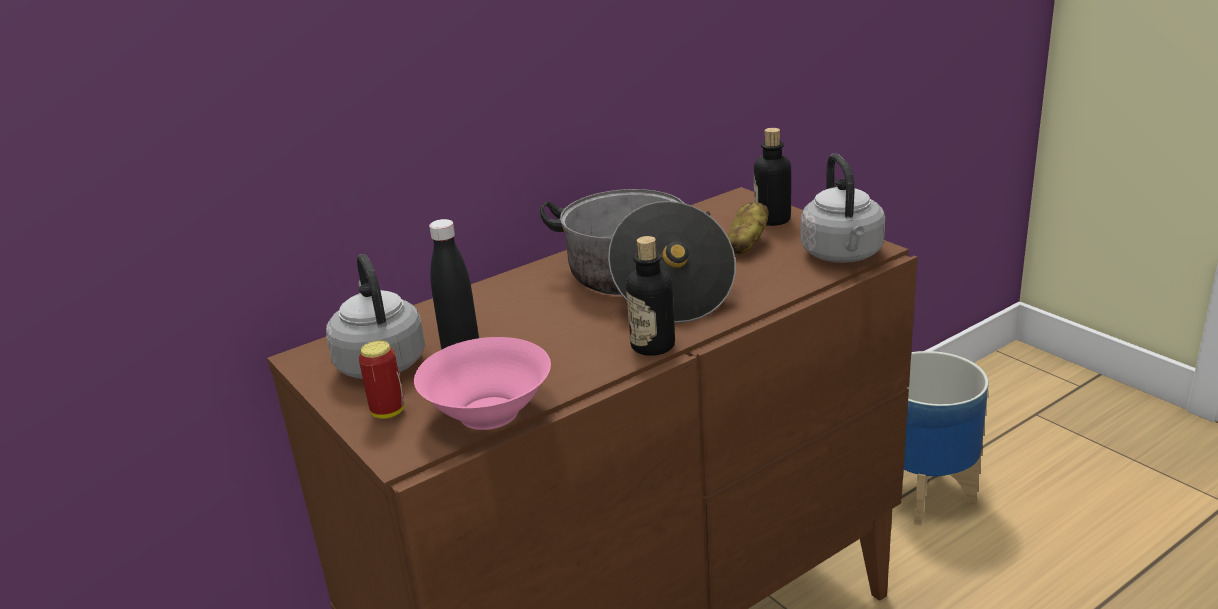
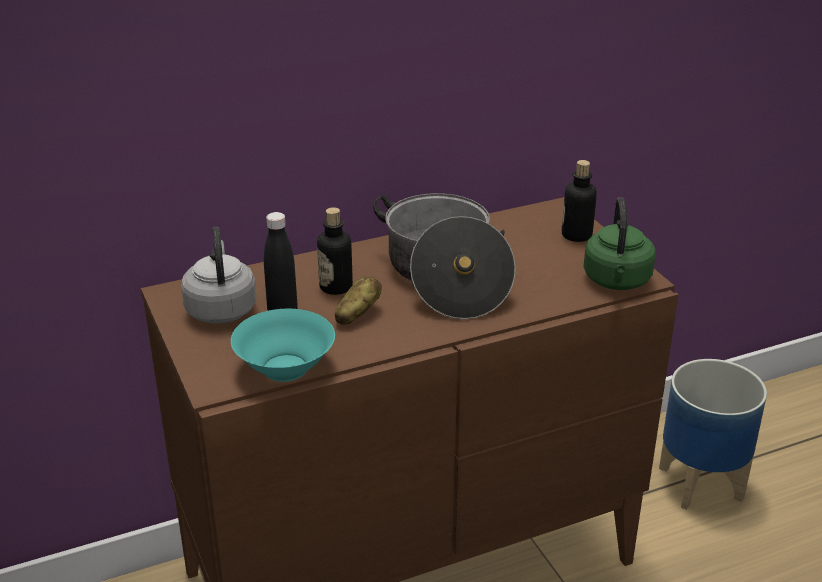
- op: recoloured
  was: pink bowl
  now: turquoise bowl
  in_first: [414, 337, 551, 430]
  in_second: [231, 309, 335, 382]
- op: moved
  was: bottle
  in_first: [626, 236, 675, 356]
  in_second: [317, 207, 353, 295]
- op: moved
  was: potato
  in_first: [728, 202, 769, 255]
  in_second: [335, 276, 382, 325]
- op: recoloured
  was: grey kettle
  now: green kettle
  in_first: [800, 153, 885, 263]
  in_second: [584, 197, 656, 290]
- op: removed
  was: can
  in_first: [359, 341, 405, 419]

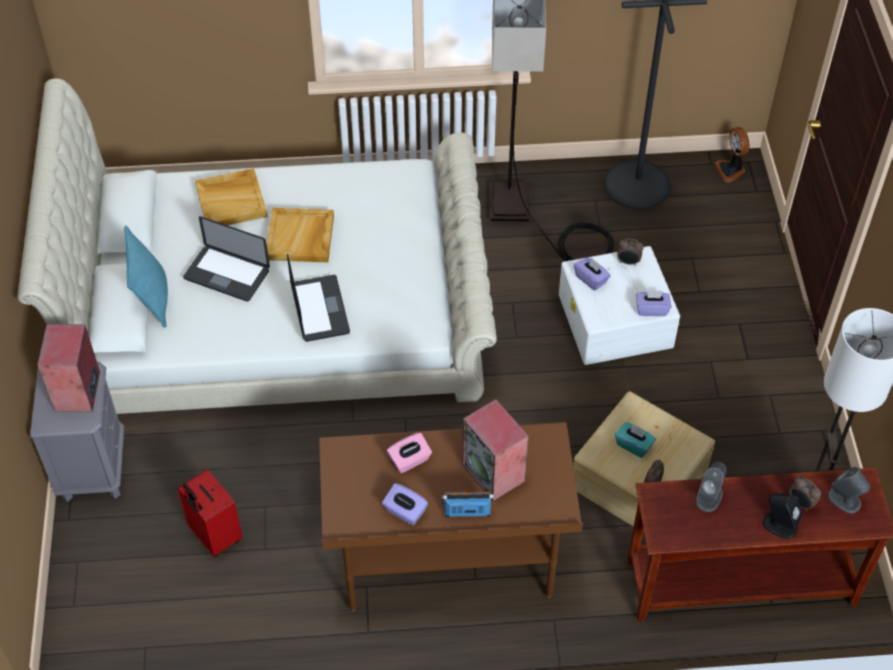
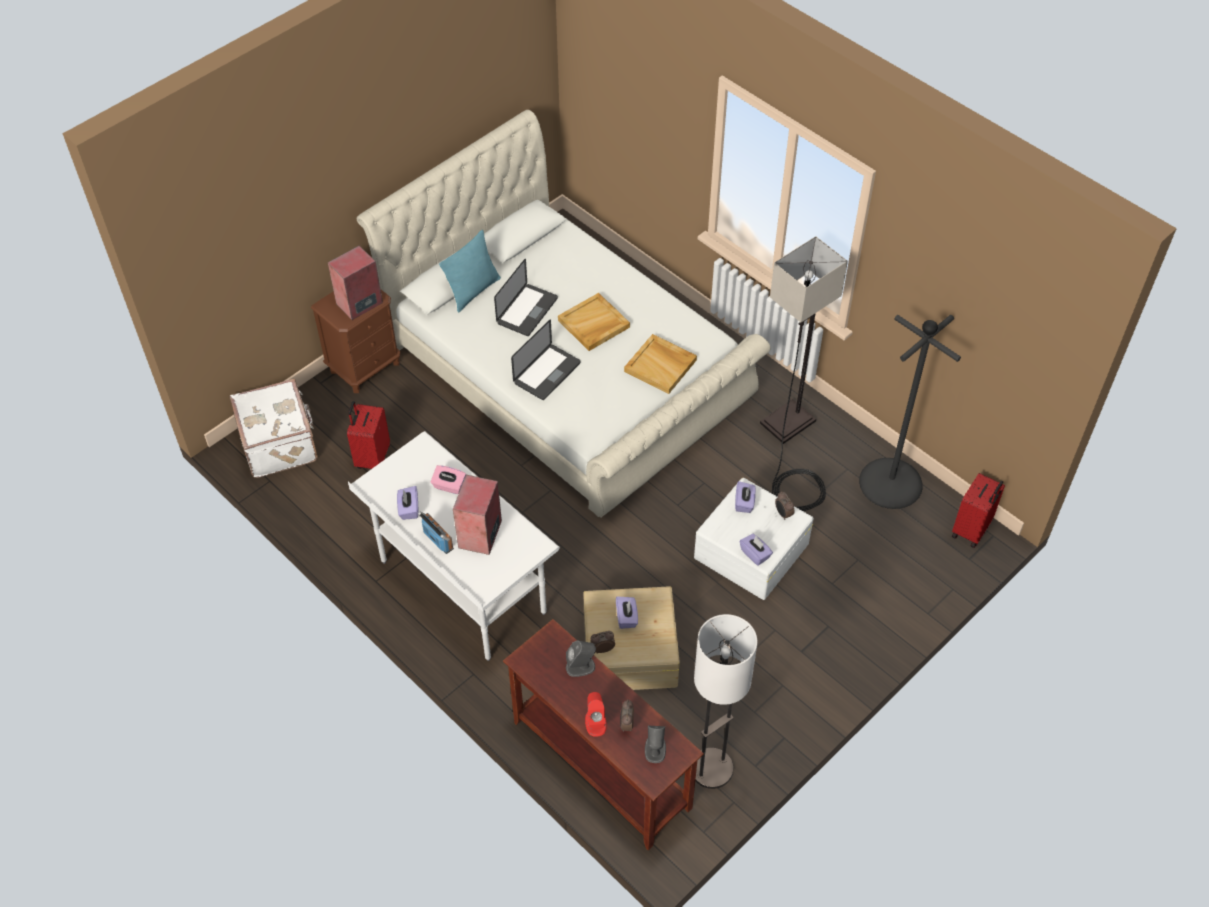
- op: added
  now: white suitcase
  in_second: [230, 379, 318, 478]
- op: recoloured
  was: grey nightstand
  now: brown nightstand
  in_first: [30, 361, 124, 502]
  in_second: [311, 290, 401, 393]
- op: recoloured
  was: brown desk
  now: white desk
  in_first: [319, 422, 583, 612]
  in_second: [348, 431, 560, 661]
- op: turned
  was: laptop
  in_first: [183, 216, 270, 302]
  in_second: [494, 259, 558, 336]
  clockwise: -135
- op: recoloured
  was: black speaker
  now: red speaker
  in_first: [763, 493, 803, 539]
  in_second: [585, 692, 607, 737]
- op: recoloured
  was: turquoise tissue box
  now: purple tissue box
  in_first: [615, 422, 656, 458]
  in_second: [616, 597, 638, 629]
- op: moved
  was: beige tray
  in_first: [195, 168, 268, 225]
  in_second: [624, 334, 697, 394]
- op: replaced
  was: fan
  now: red suitcase
  in_first: [714, 127, 749, 182]
  in_second: [952, 473, 1005, 548]

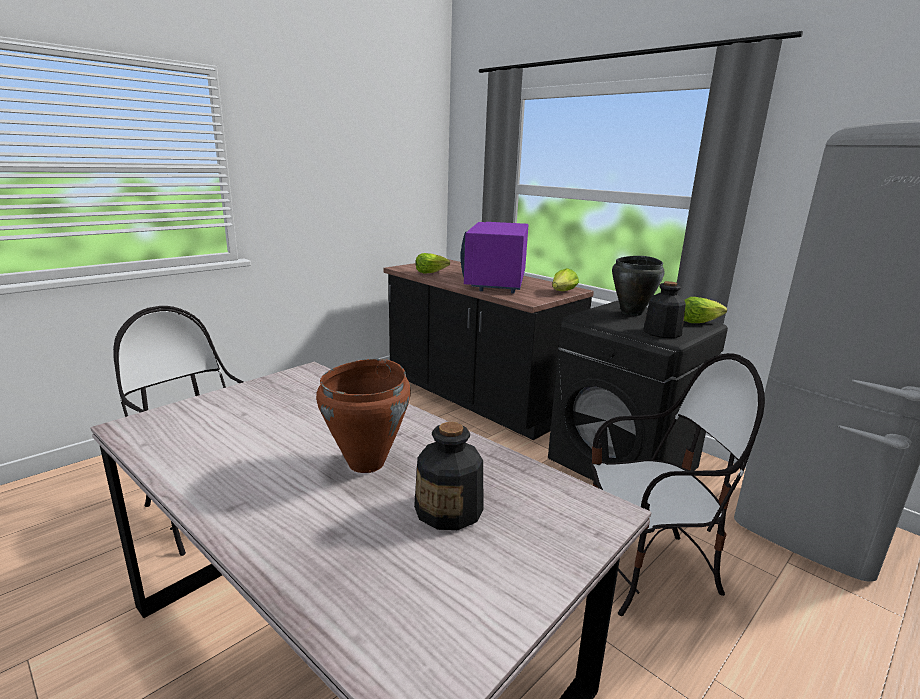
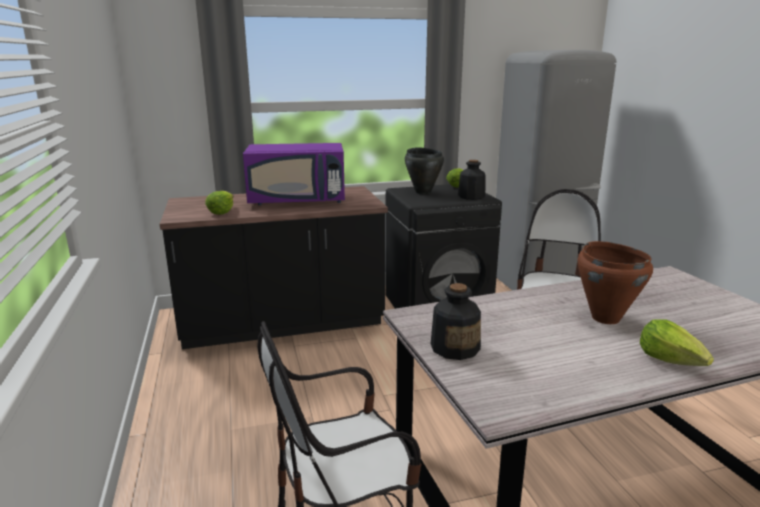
- op: turned
  was: purple microwave
  in_first: [460, 222, 528, 293]
  in_second: [243, 143, 345, 205]
  clockwise: -45
- op: moved
  was: bottle
  in_first: [414, 422, 484, 530]
  in_second: [430, 283, 481, 360]
- op: moved
  was: lettuce
  in_first: [552, 268, 579, 291]
  in_second: [640, 319, 714, 366]

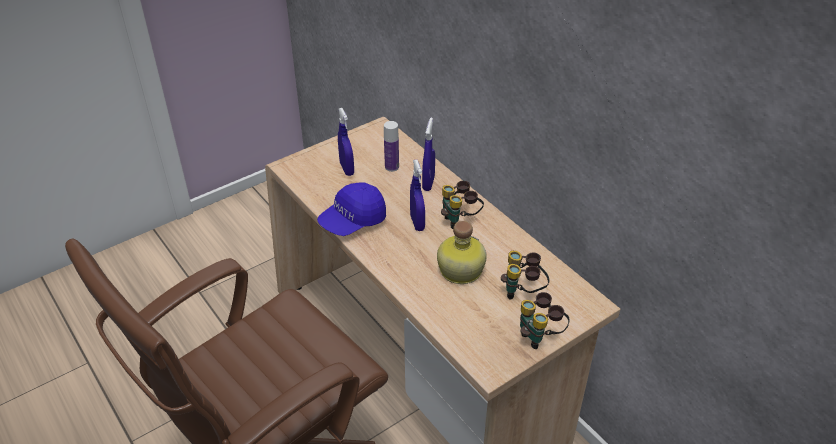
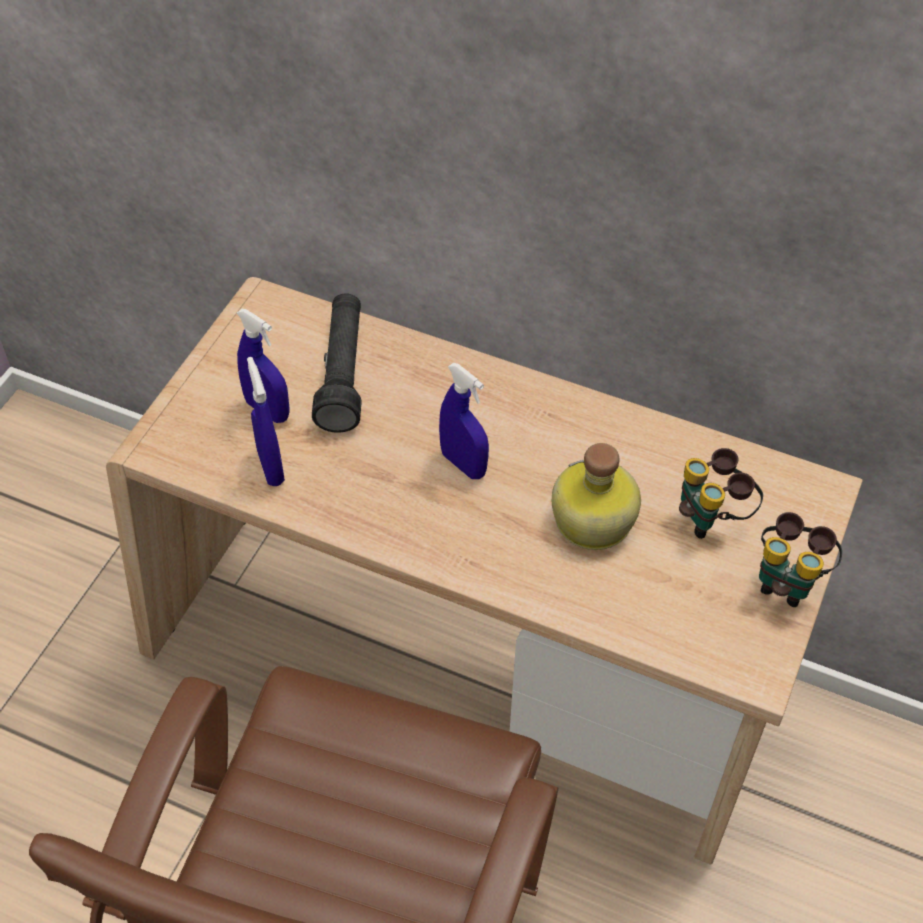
- op: moved
  was: blue spray bottle
  in_first: [422, 118, 435, 191]
  in_second: [247, 357, 285, 486]
- op: replaced
  was: bottle
  now: black flashlight
  in_first: [384, 121, 399, 172]
  in_second: [312, 293, 362, 433]
- op: removed
  was: blue cap
  in_first: [317, 183, 386, 236]
- op: removed
  was: binoculars
  in_first: [441, 181, 484, 229]

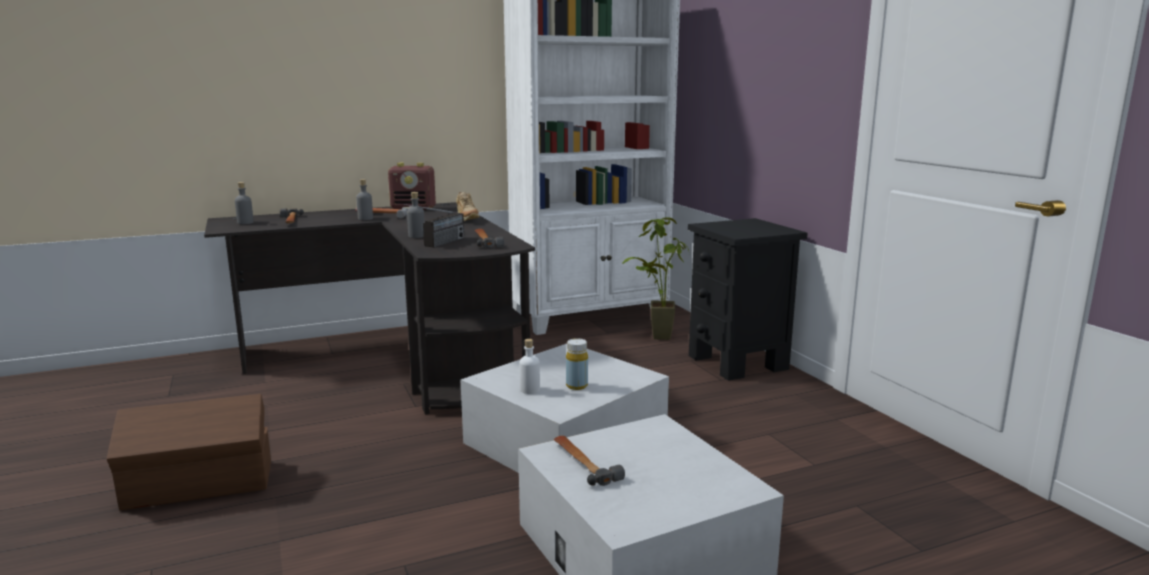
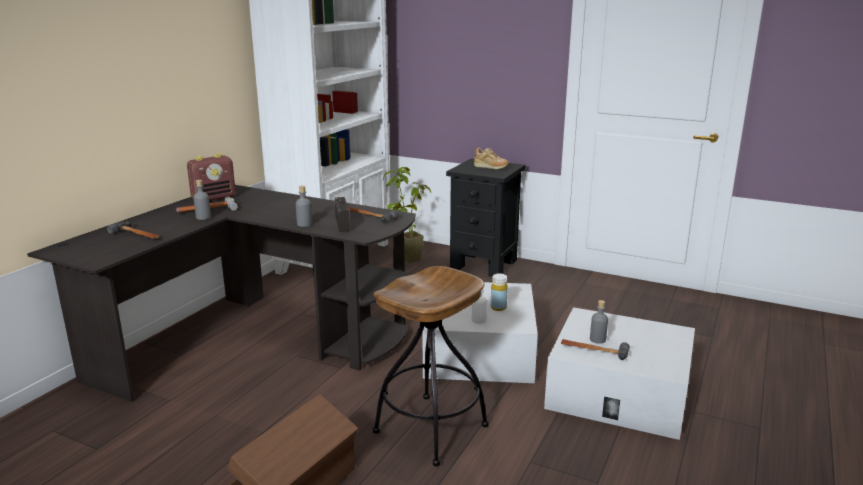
- op: added
  now: brown stool
  in_second: [373, 266, 489, 467]
- op: moved
  was: beige shoe
  in_first: [456, 192, 479, 221]
  in_second: [474, 148, 509, 169]
- op: moved
  was: grey bottle
  in_first: [235, 182, 254, 224]
  in_second: [590, 300, 608, 344]

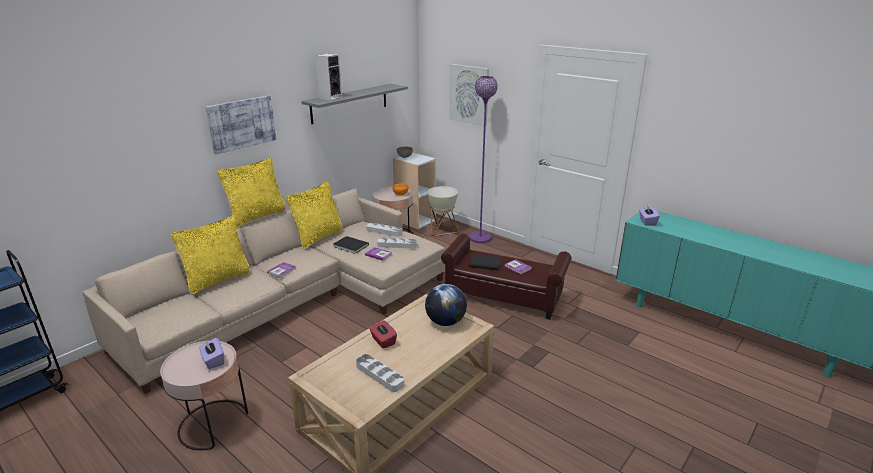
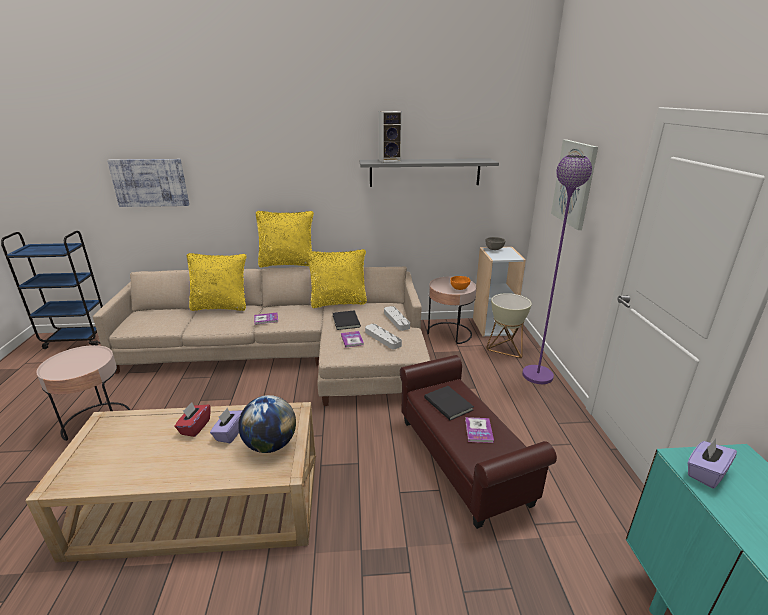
- op: moved
  was: picture
  in_first: [206, 95, 276, 155]
  in_second: [107, 159, 189, 207]
- op: moved
  was: purple tissue box
  in_first: [199, 338, 224, 369]
  in_second: [210, 408, 243, 443]
- op: removed
  was: grey tray
  in_first: [356, 354, 404, 392]

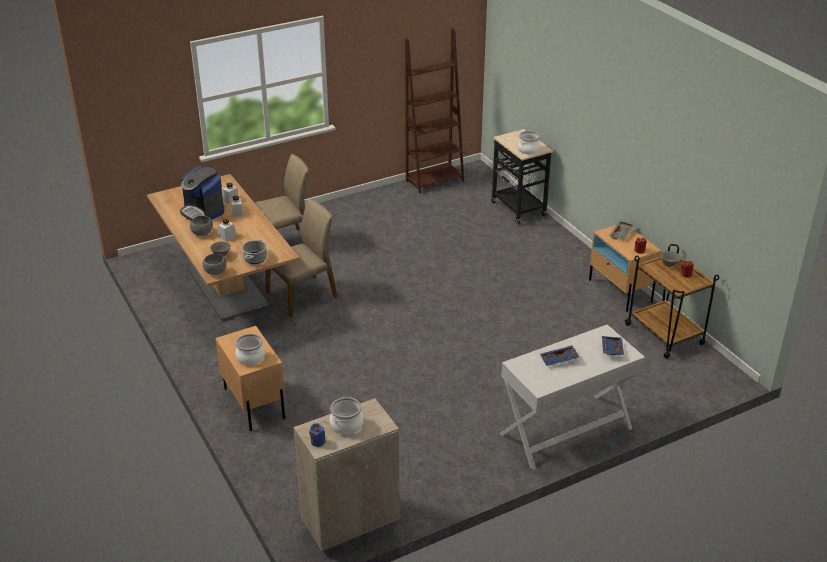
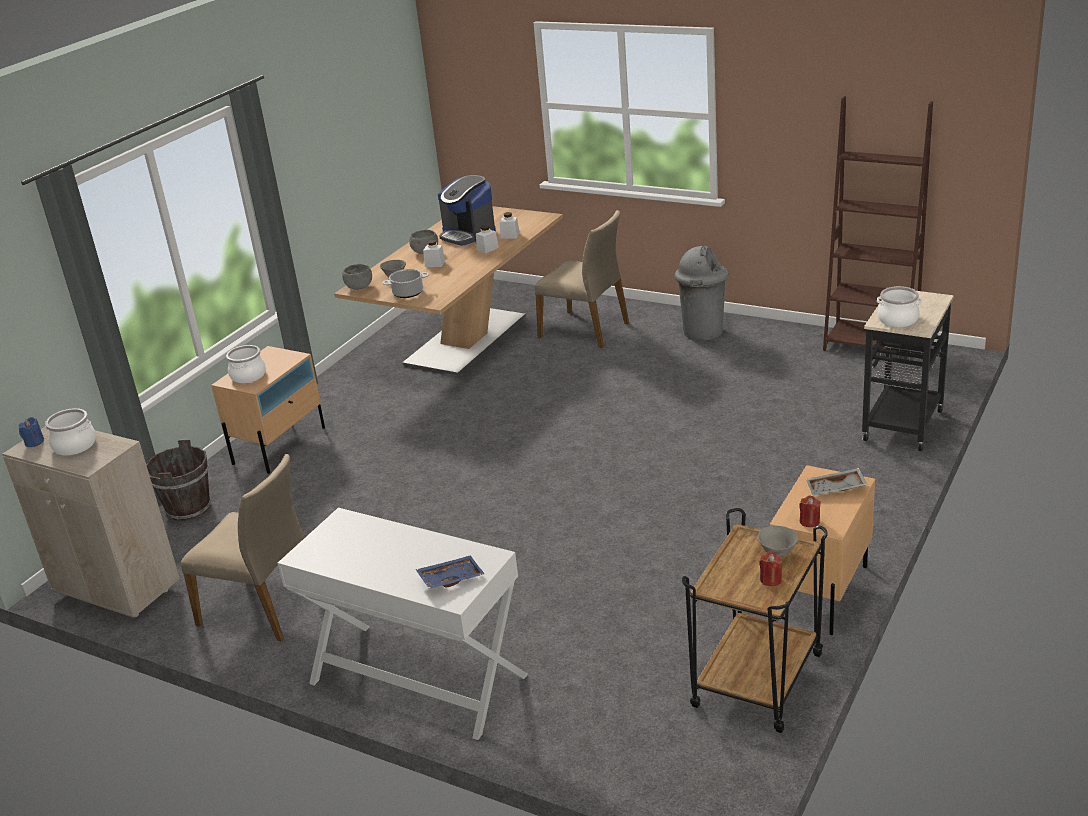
- op: added
  now: brown bucket
  in_second: [146, 439, 211, 521]
- op: moved
  was: beige chair
  in_first: [265, 199, 338, 318]
  in_second: [181, 454, 305, 641]
- op: turned
  was: coffee machine
  in_first: [180, 166, 224, 220]
  in_second: [438, 175, 496, 246]
  clockwise: -60
- op: added
  now: grey trash can
  in_second: [675, 246, 729, 341]
- op: removed
  was: blue tray
  in_first: [540, 345, 579, 366]

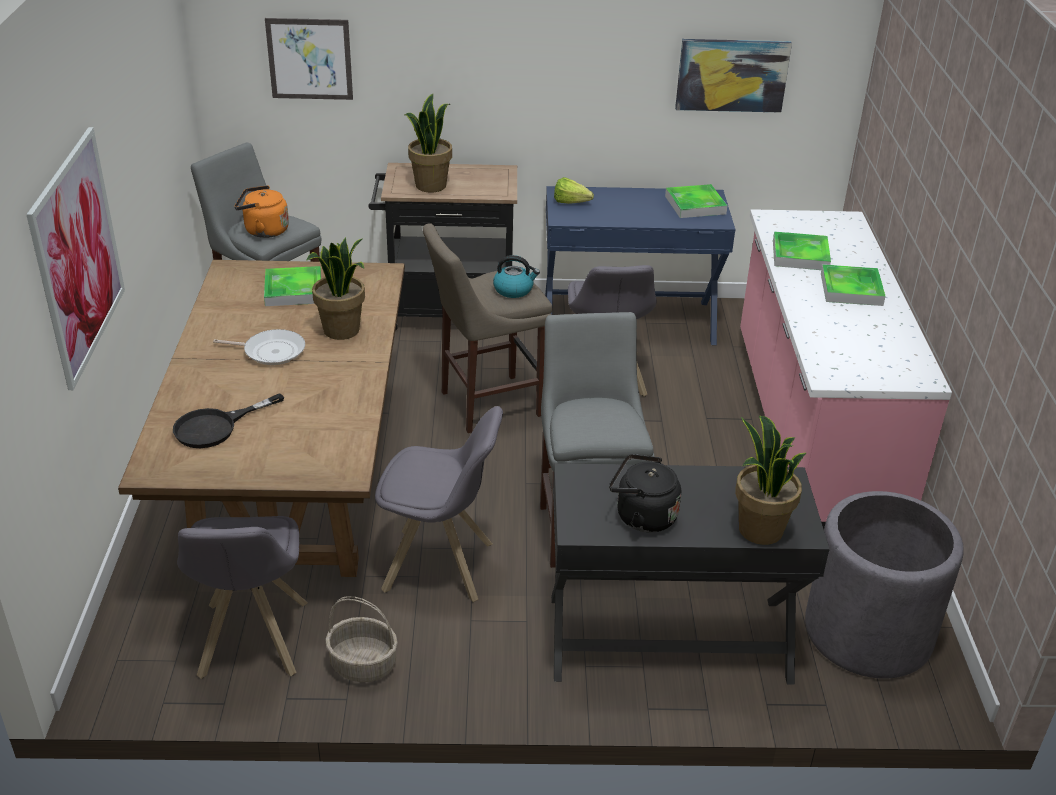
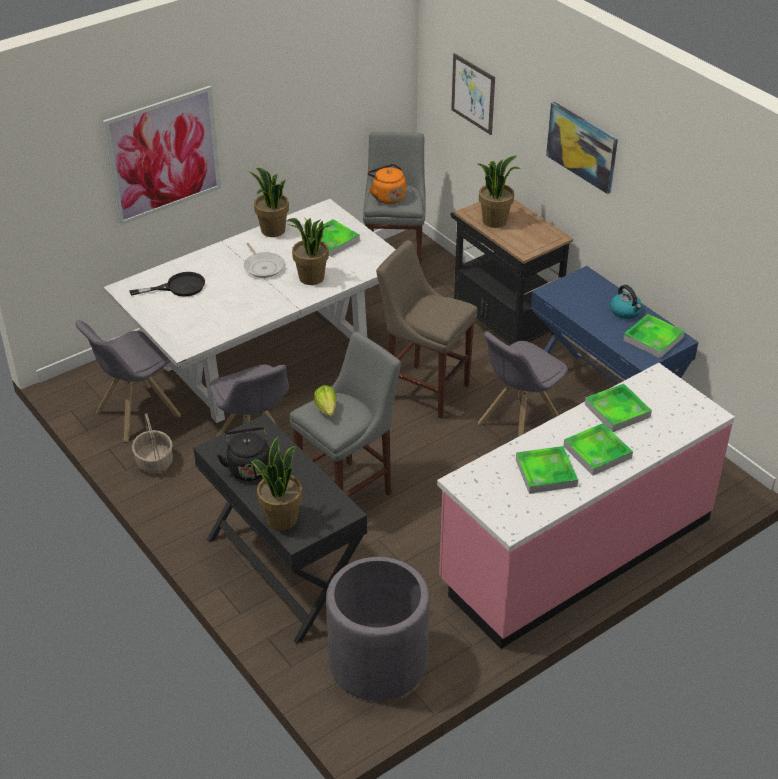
- op: recoloured
  was: brown dining table
  now: white dining table
  in_first: [118, 260, 405, 577]
  in_second: [103, 199, 396, 423]
- op: turned
  was: black frying pan
  in_first: [173, 393, 284, 448]
  in_second: [130, 272, 205, 297]
  clockwise: 150
- op: added
  now: potted plant
  in_second: [247, 168, 289, 237]
- op: moved
  was: lettuce
  in_first: [554, 177, 594, 204]
  in_second: [314, 385, 337, 418]
- op: added
  now: tray
  in_second: [516, 446, 578, 494]
- op: moved
  was: picture
  in_first: [675, 39, 792, 113]
  in_second: [546, 102, 618, 194]
- op: moved
  was: kettle
  in_first: [493, 255, 540, 298]
  in_second: [610, 285, 642, 319]

